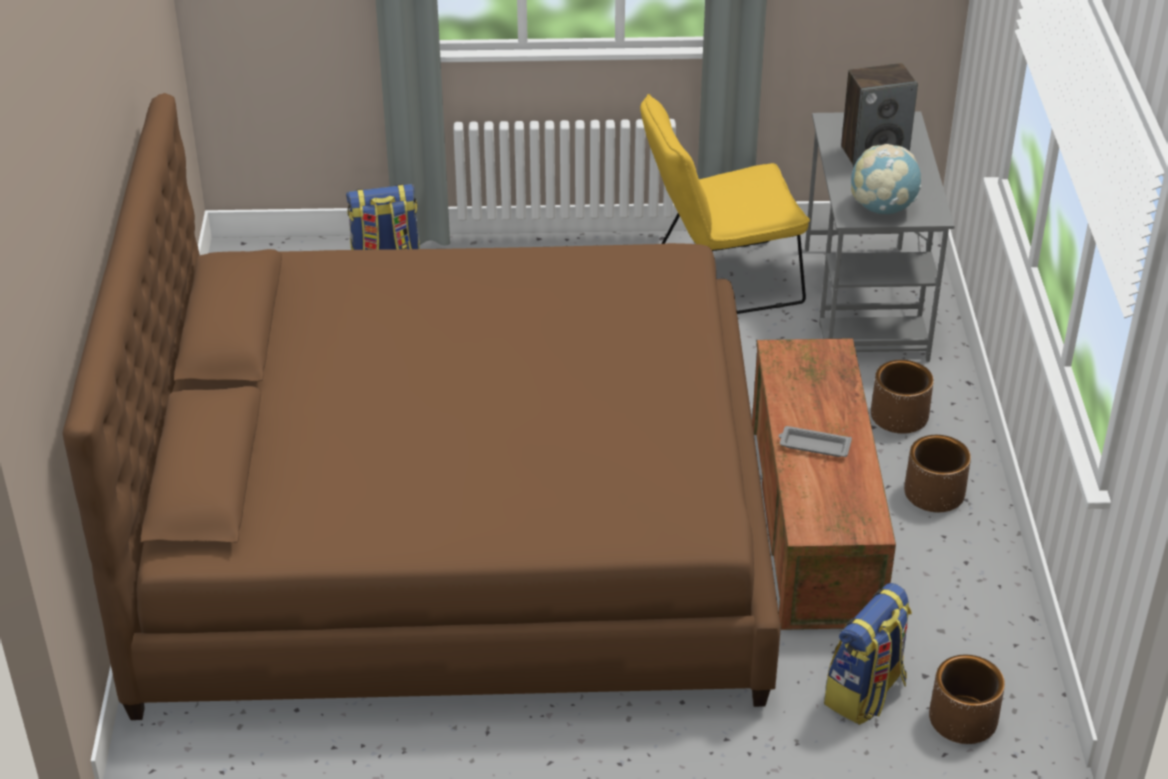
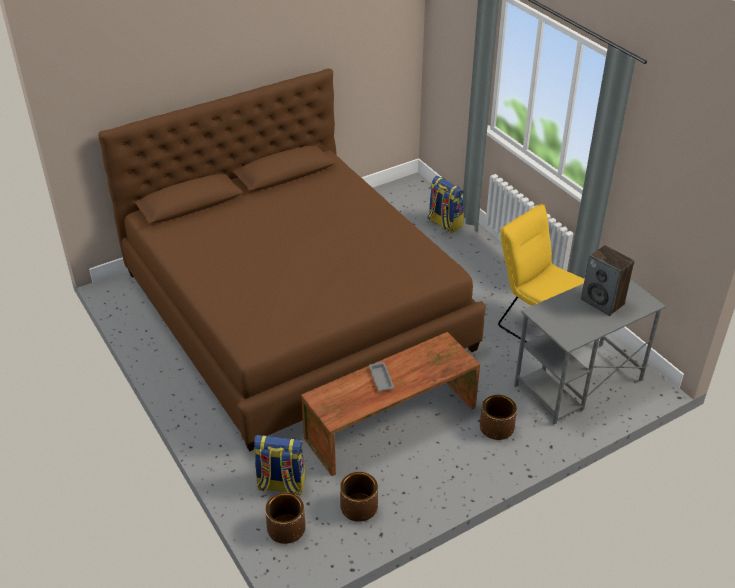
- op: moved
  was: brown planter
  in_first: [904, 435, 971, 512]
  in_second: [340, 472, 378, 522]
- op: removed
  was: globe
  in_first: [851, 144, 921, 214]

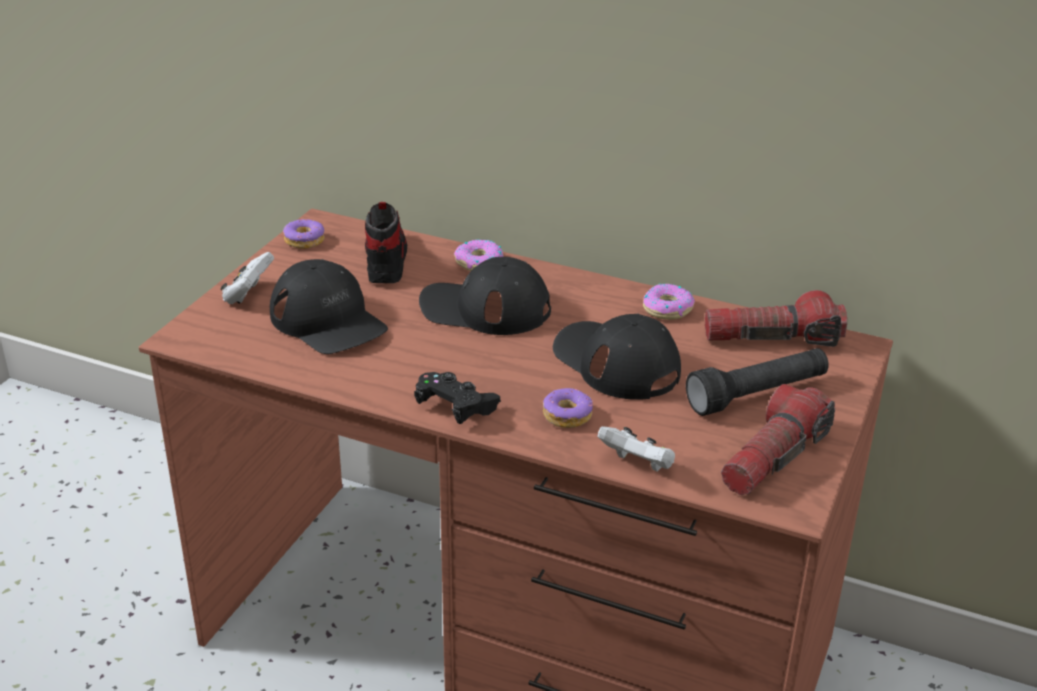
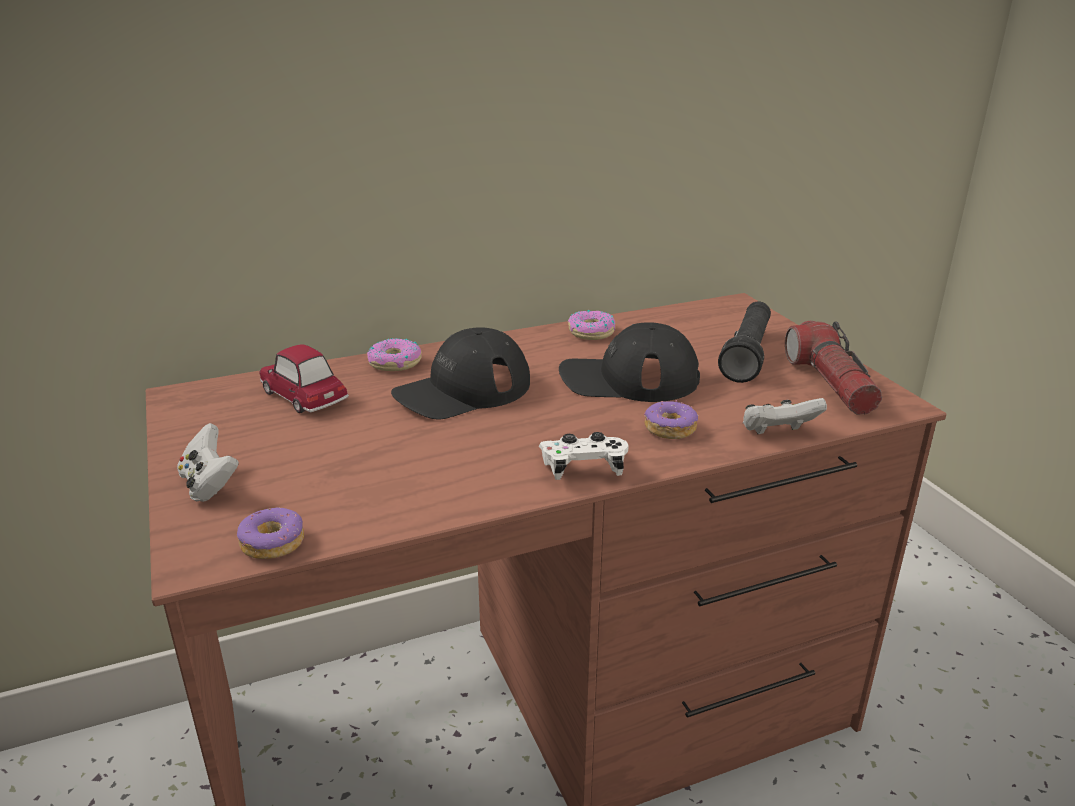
- op: moved
  was: donut
  in_first: [283, 219, 325, 249]
  in_second: [237, 508, 304, 559]
- op: replaced
  was: shoe
  now: toy car
  in_first: [365, 202, 407, 283]
  in_second: [260, 345, 349, 413]
- op: recoloured
  was: black game controller
  now: white game controller
  in_first: [414, 372, 501, 424]
  in_second: [539, 432, 629, 480]
- op: removed
  was: black cap
  in_first: [270, 259, 388, 354]
- op: removed
  was: flashlight
  in_first: [705, 290, 847, 347]

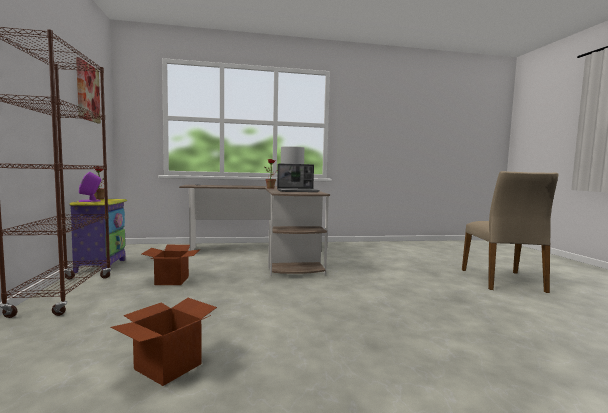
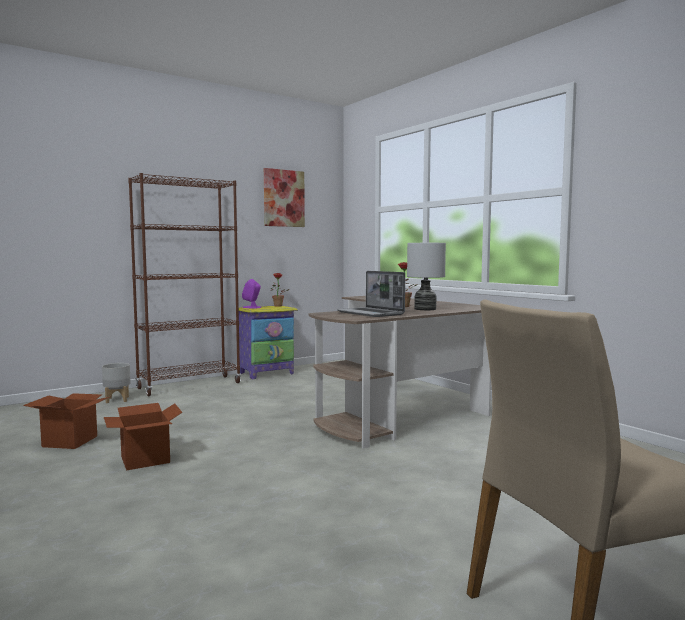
- op: added
  now: grey planter
  in_second: [102, 363, 131, 403]
- op: moved
  was: cardboard box
  in_first: [142, 245, 200, 285]
  in_second: [104, 403, 183, 470]

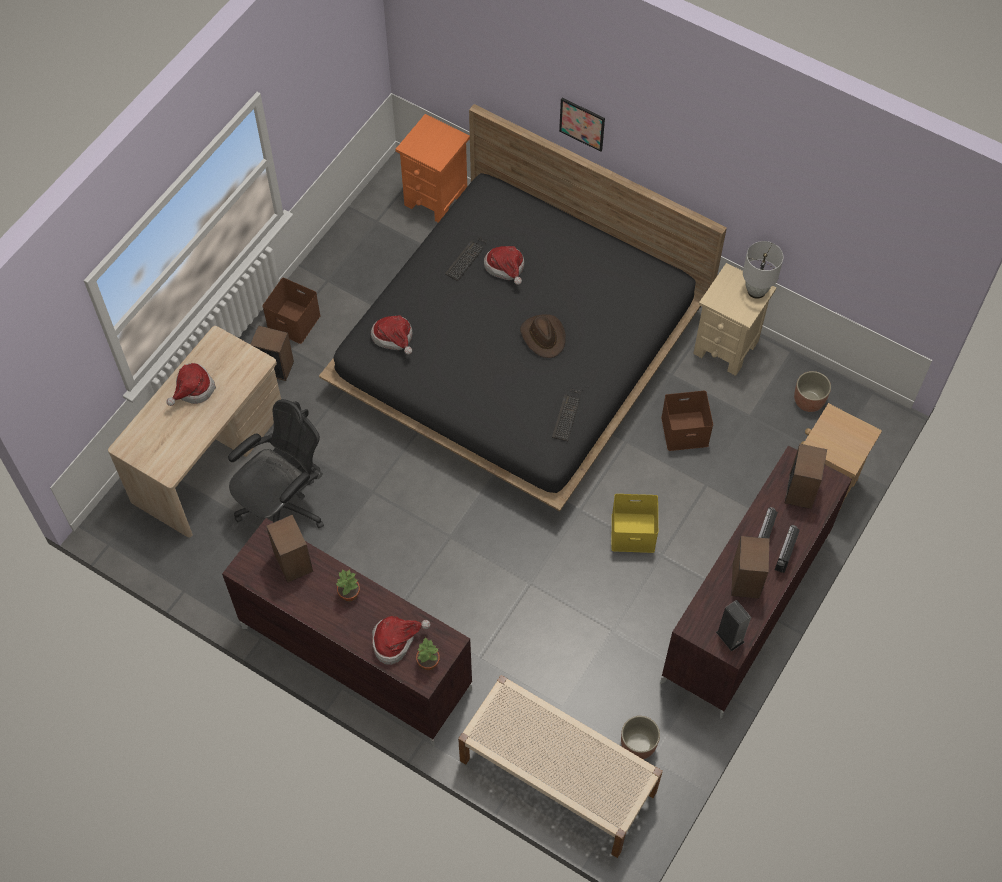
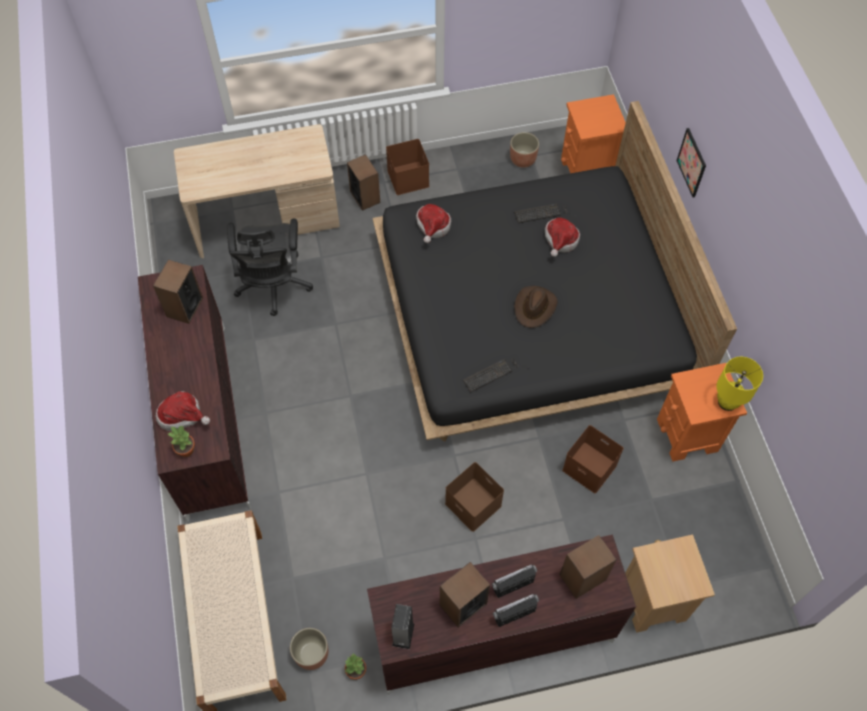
- op: turned
  was: office chair
  in_first: [228, 399, 324, 528]
  in_second: [227, 219, 313, 316]
  clockwise: 90
- op: moved
  was: potted plant
  in_first: [335, 569, 360, 601]
  in_second: [345, 653, 366, 680]
- op: recoloured
  was: yellow storage box
  now: brown storage box
  in_first: [612, 494, 658, 553]
  in_second: [445, 462, 504, 532]
- op: moved
  was: planter
  in_first: [794, 371, 831, 412]
  in_second: [510, 132, 539, 168]
- op: recoloured
  was: beige nightstand
  now: orange nightstand
  in_first: [693, 263, 776, 376]
  in_second: [657, 363, 747, 462]
- op: recoloured
  was: white table lamp
  now: yellow table lamp
  in_first: [743, 241, 783, 299]
  in_second: [716, 357, 763, 411]
- op: removed
  was: hat
  in_first: [166, 363, 216, 406]

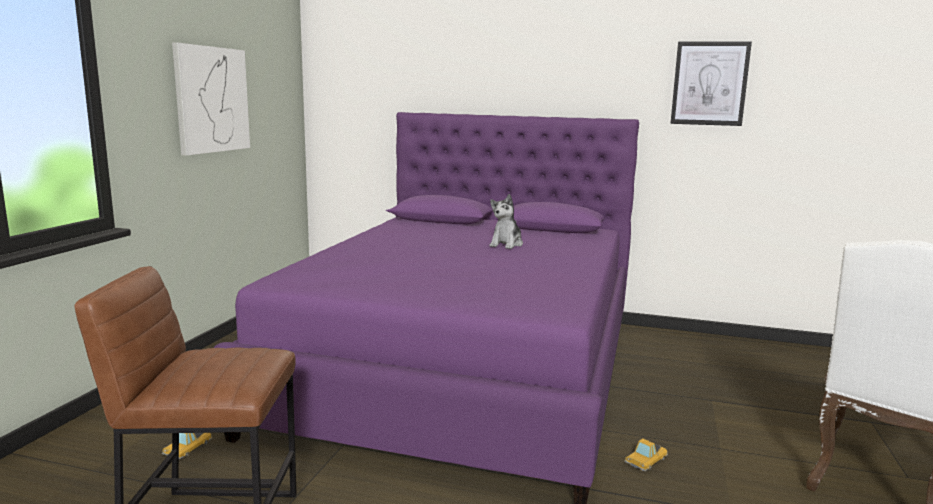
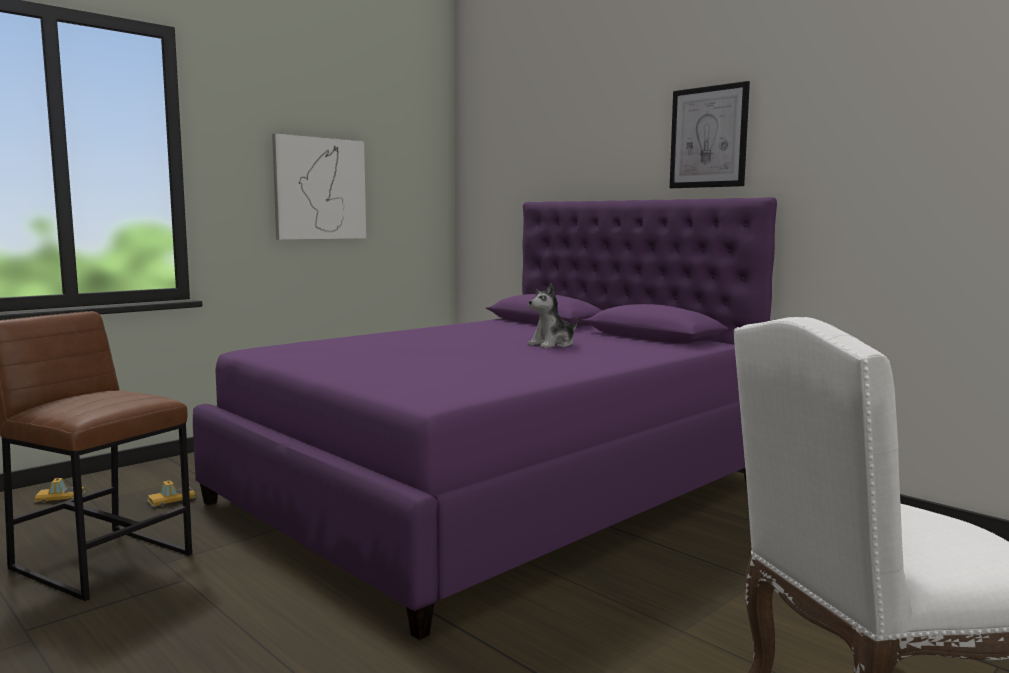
- op: moved
  was: toy car
  in_first: [624, 439, 668, 471]
  in_second: [34, 478, 87, 503]
- op: moved
  was: picture
  in_first: [671, 41, 752, 126]
  in_second: [670, 81, 750, 188]

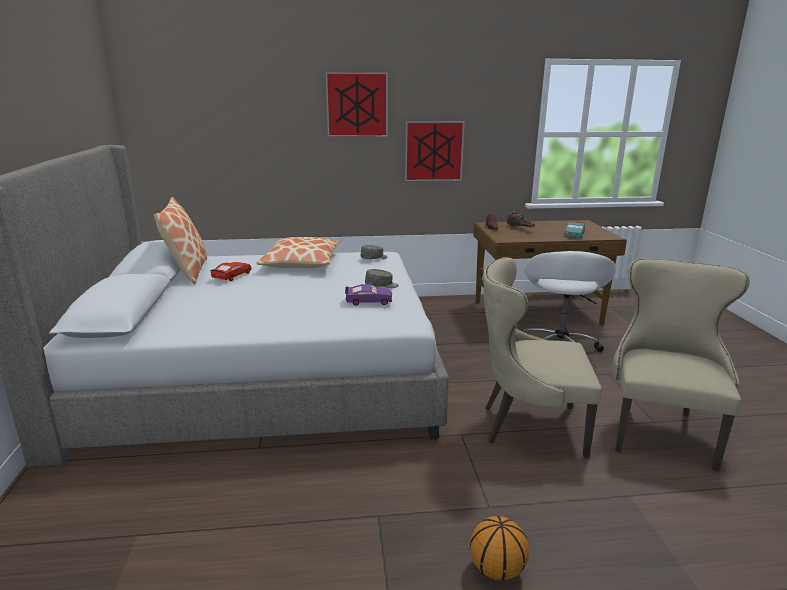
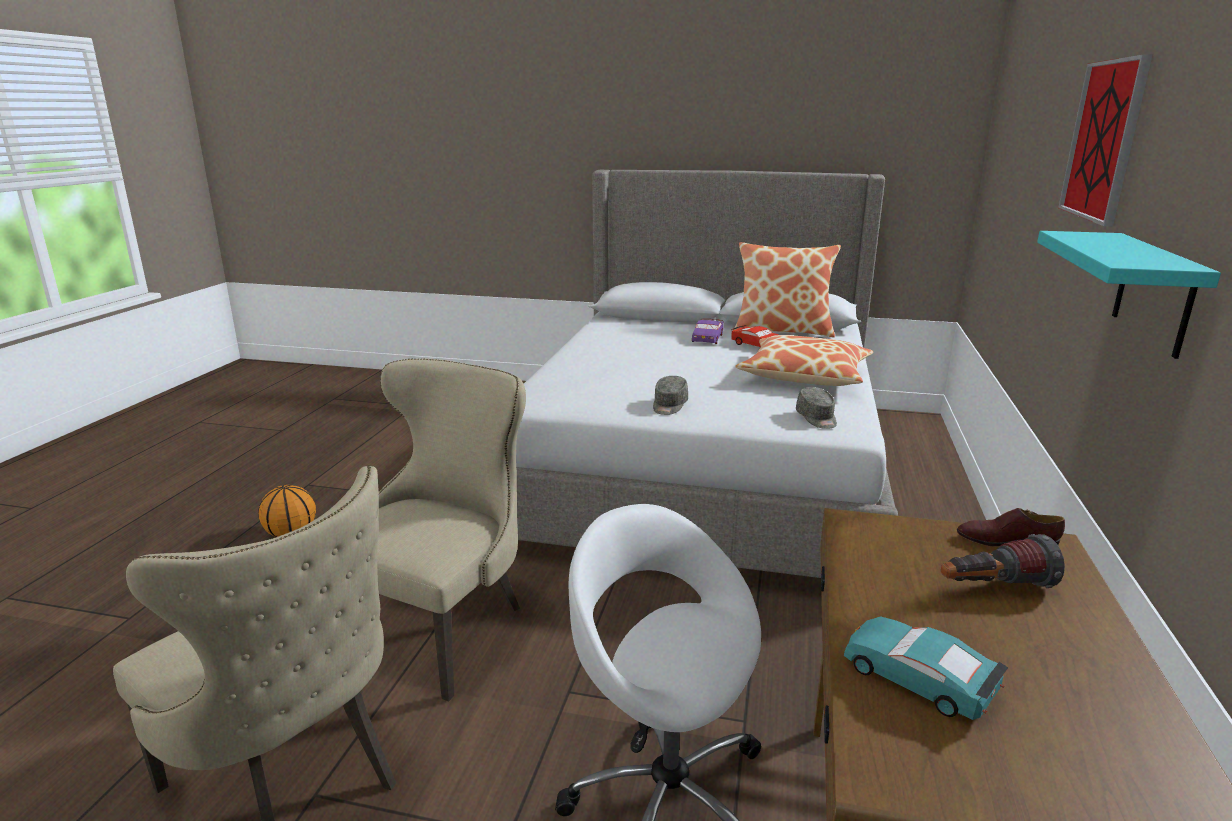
- op: moved
  was: purple toy car
  in_first: [345, 284, 392, 305]
  in_second: [692, 319, 724, 344]
- op: replaced
  was: picture
  now: turquoise shelf
  in_first: [405, 121, 465, 182]
  in_second: [1037, 231, 1221, 359]

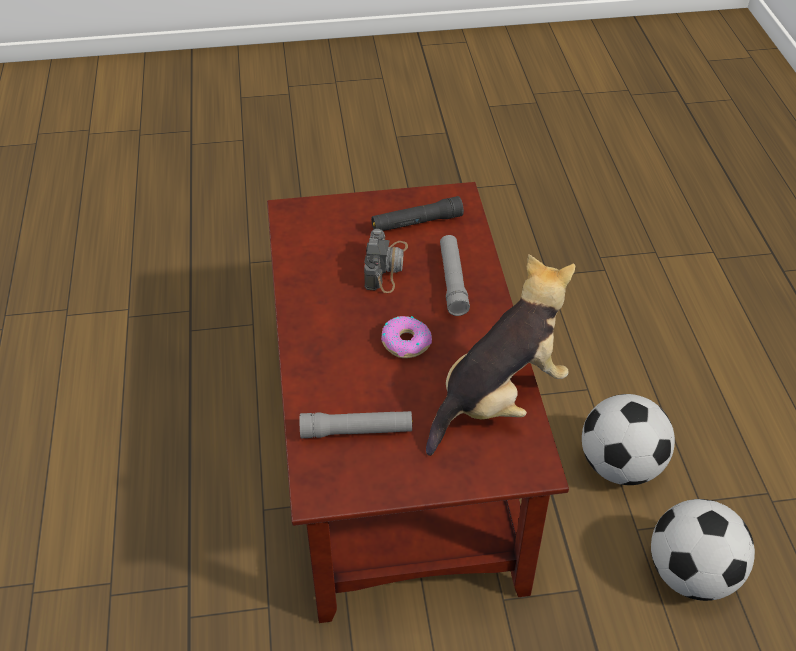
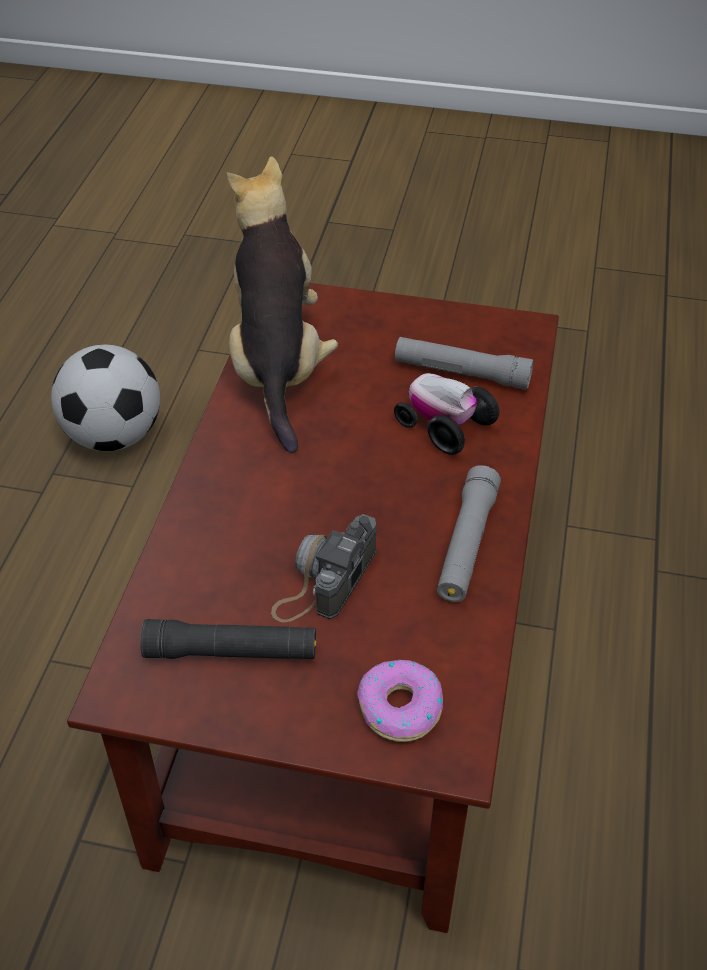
- op: turned
  was: plush toy
  in_first: [426, 254, 575, 456]
  in_second: [227, 156, 338, 453]
  clockwise: 105
- op: moved
  was: donut
  in_first: [381, 316, 432, 358]
  in_second: [357, 659, 443, 742]
- op: added
  now: toy car
  in_second: [394, 373, 499, 455]
- op: moved
  was: grey flashlight
  in_first: [440, 235, 470, 316]
  in_second: [437, 465, 501, 602]
- op: removed
  was: football
  in_first: [582, 394, 675, 485]

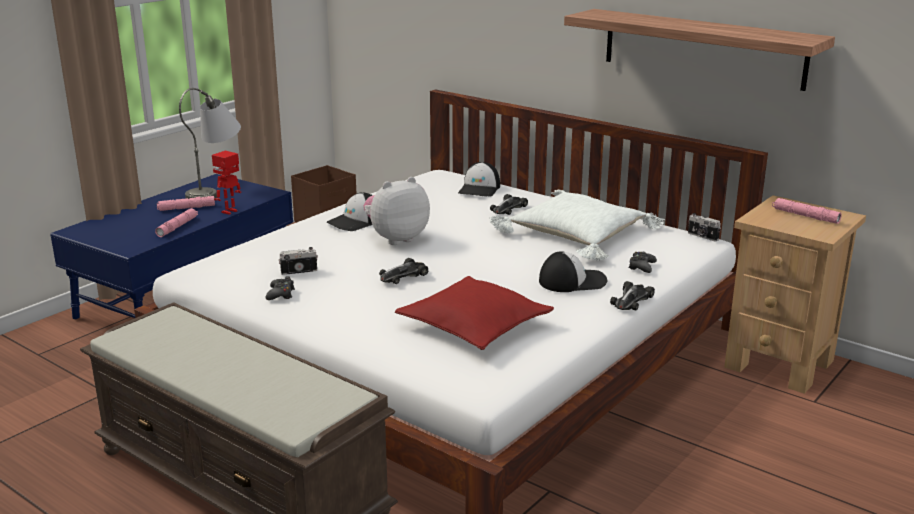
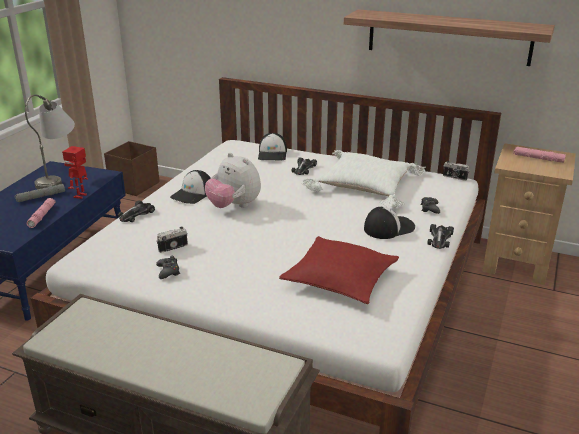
- op: recoloured
  was: pink flashlight
  now: grey flashlight
  in_first: [157, 196, 215, 211]
  in_second: [15, 184, 65, 202]
- op: moved
  was: toy car
  in_first: [379, 258, 428, 284]
  in_second: [118, 200, 155, 222]
- op: turned
  was: plush toy
  in_first: [364, 177, 430, 245]
  in_second: [205, 153, 261, 208]
  clockwise: -90

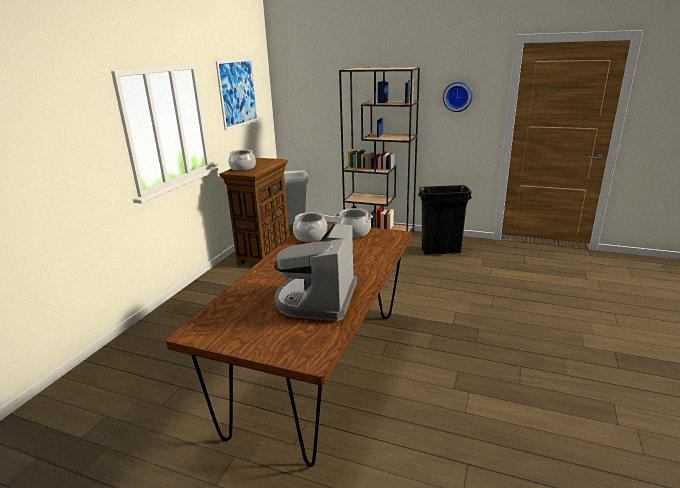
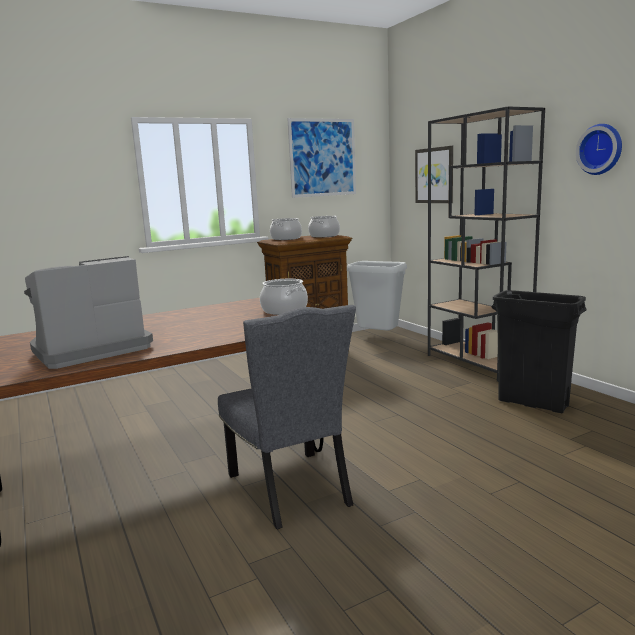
- op: added
  now: grey chair
  in_second: [218, 305, 356, 529]
- op: moved
  was: cooking pot
  in_first: [293, 212, 328, 242]
  in_second: [308, 216, 340, 238]
- op: added
  now: picture
  in_second: [415, 146, 453, 203]

